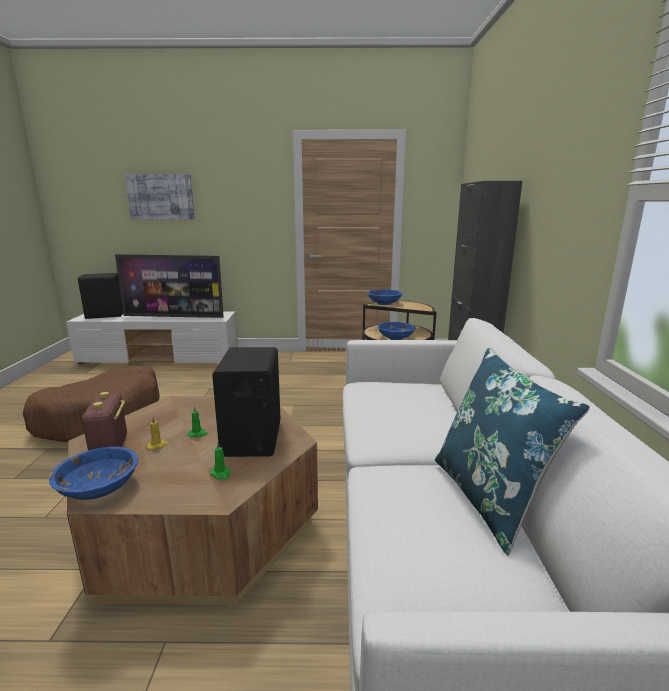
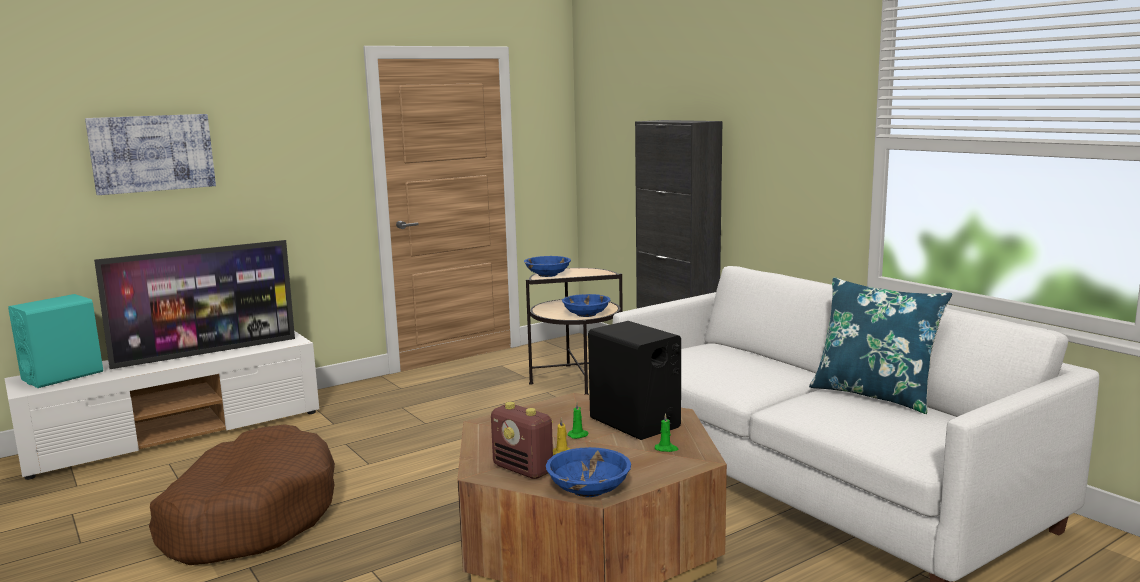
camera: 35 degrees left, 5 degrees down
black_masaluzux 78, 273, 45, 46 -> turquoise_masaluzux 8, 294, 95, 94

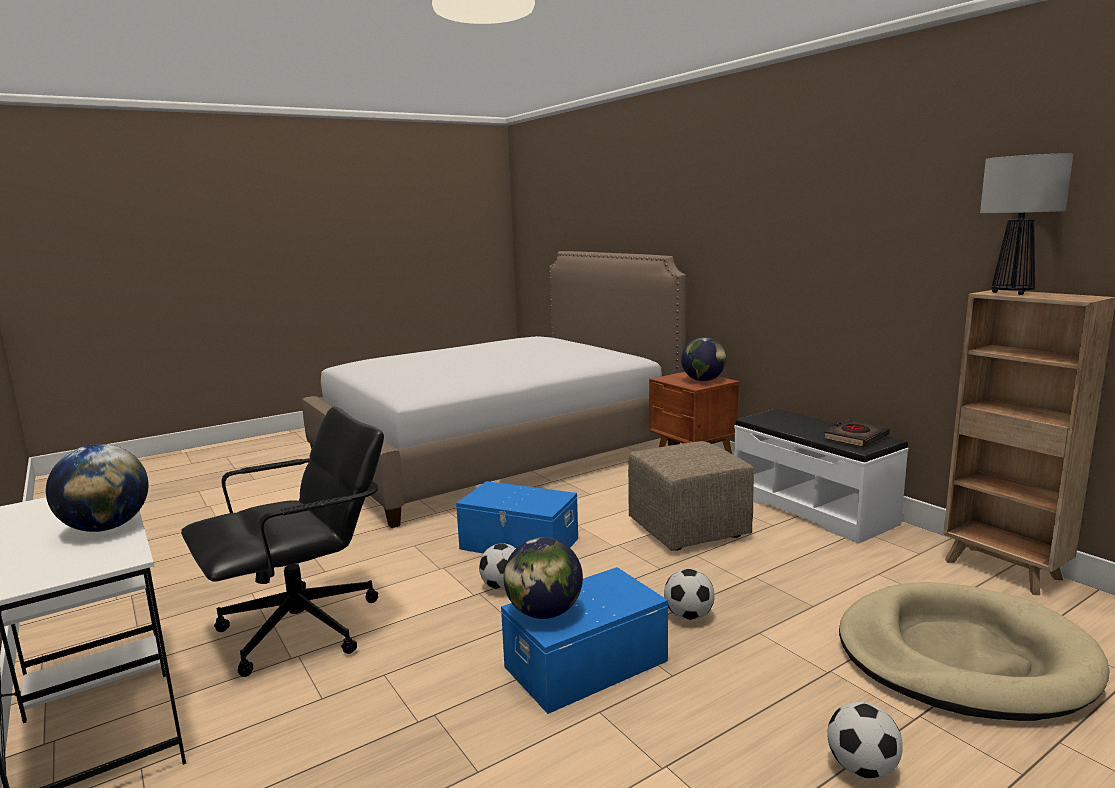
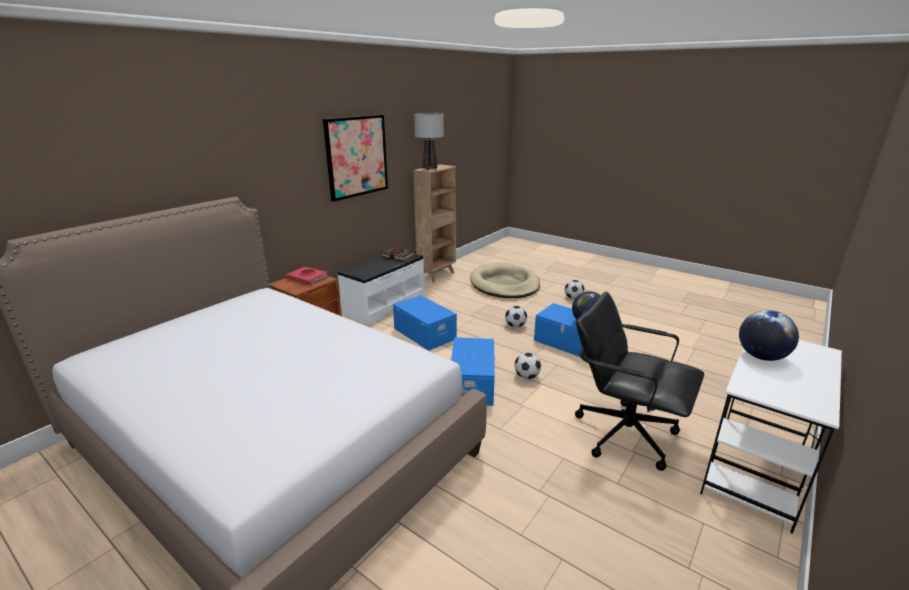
camera: 110 degrees left, 10 degrees up
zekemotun 681, 337, 45, 44 -> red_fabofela 286, 267, 42, 18
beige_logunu 628, 441, 126, 110 -> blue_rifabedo 393, 295, 64, 56
none -> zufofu 323, 115, 65, 87

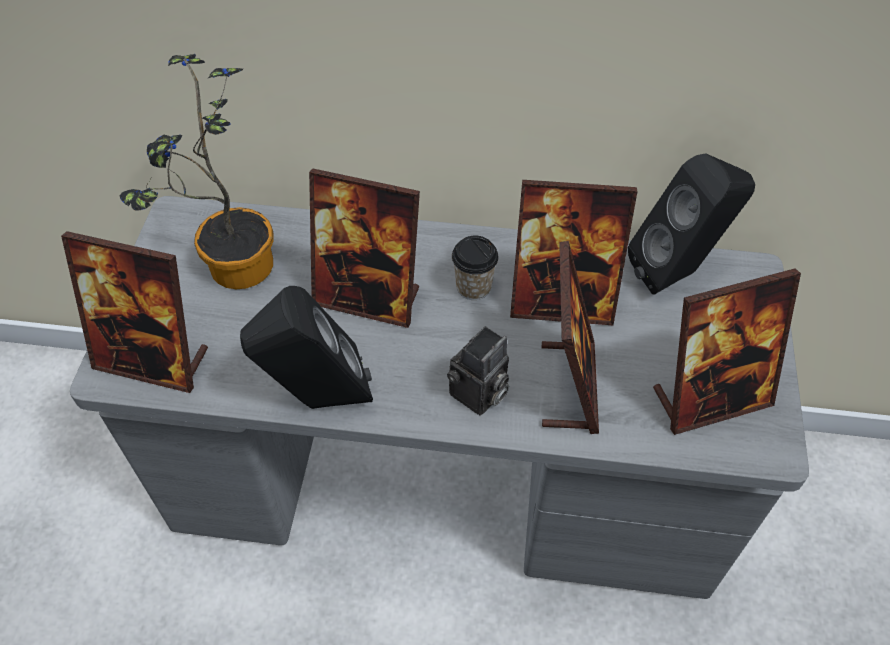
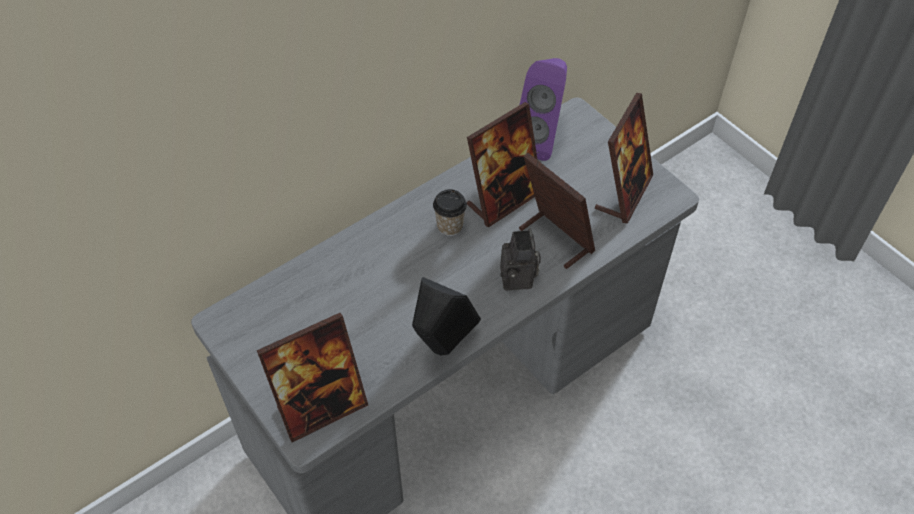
camera: 45 degrees left, 0 degrees up
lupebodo 120, 54, 154, 235 -> none
black_masaluzux 628, 153, 127, 141 -> purple_masaluzux 520, 58, 47, 103
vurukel 309, 168, 111, 160 -> none

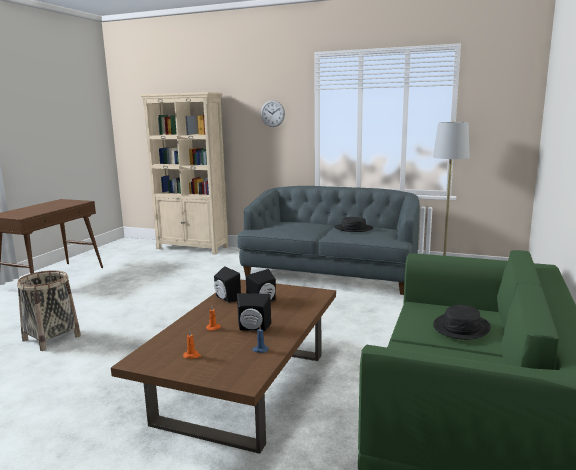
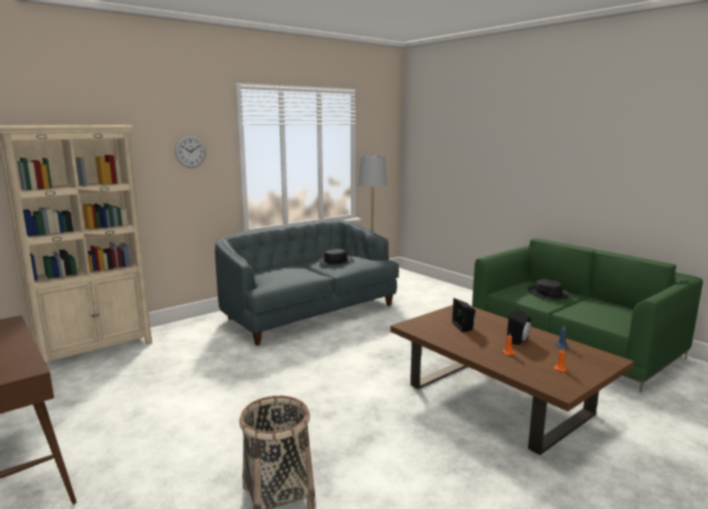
camera: 60 degrees left, 0 degrees up
black_masaluzux 214, 266, 27, 37 -> none

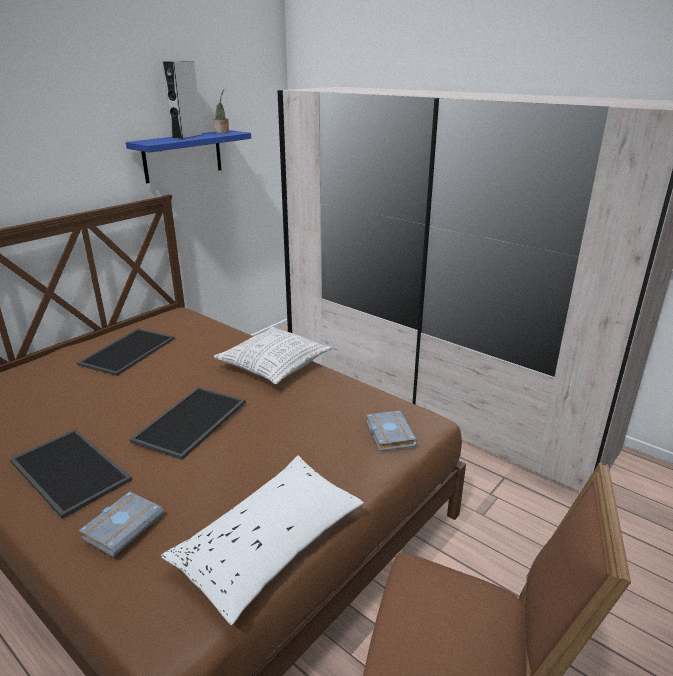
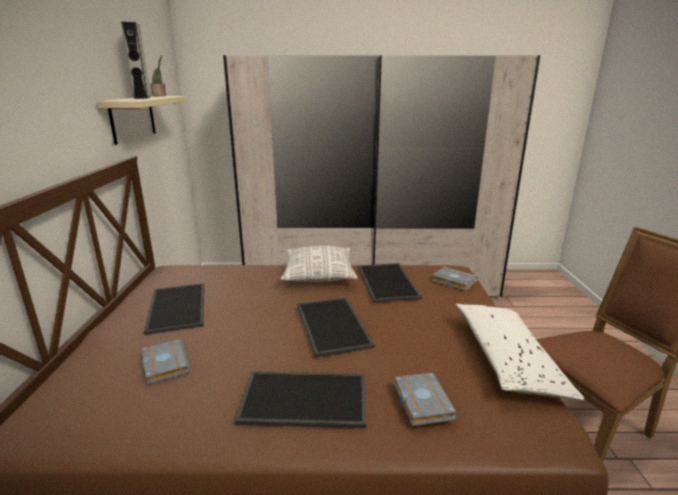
camera: 40 degrees left, 5 degrees down
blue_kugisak 126, 130, 125, 53 -> beige_kugisak 98, 96, 88, 49
none -> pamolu 358, 263, 64, 40
none -> grey_fabofela 142, 339, 48, 46

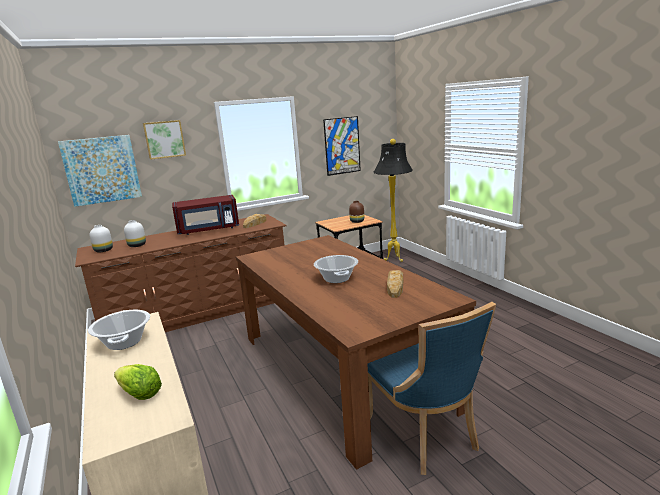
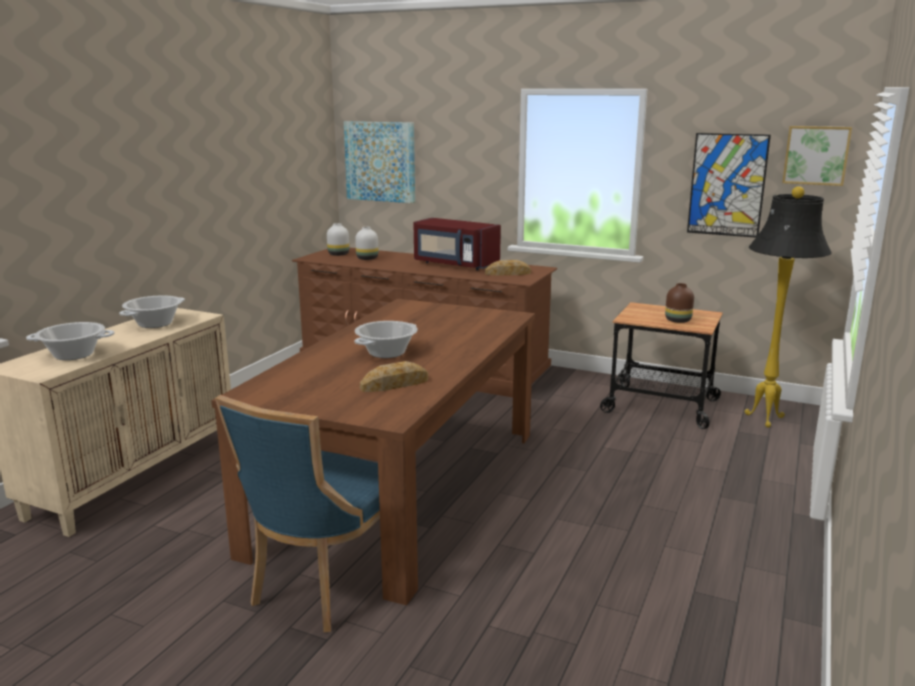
camera: 50 degrees right, 0 degrees up
zufofu 143, 120, 43, 40 -> zufofu 782, 126, 70, 60, moved
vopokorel 114, 364, 48, 36 -> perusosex 26, 322, 88, 38

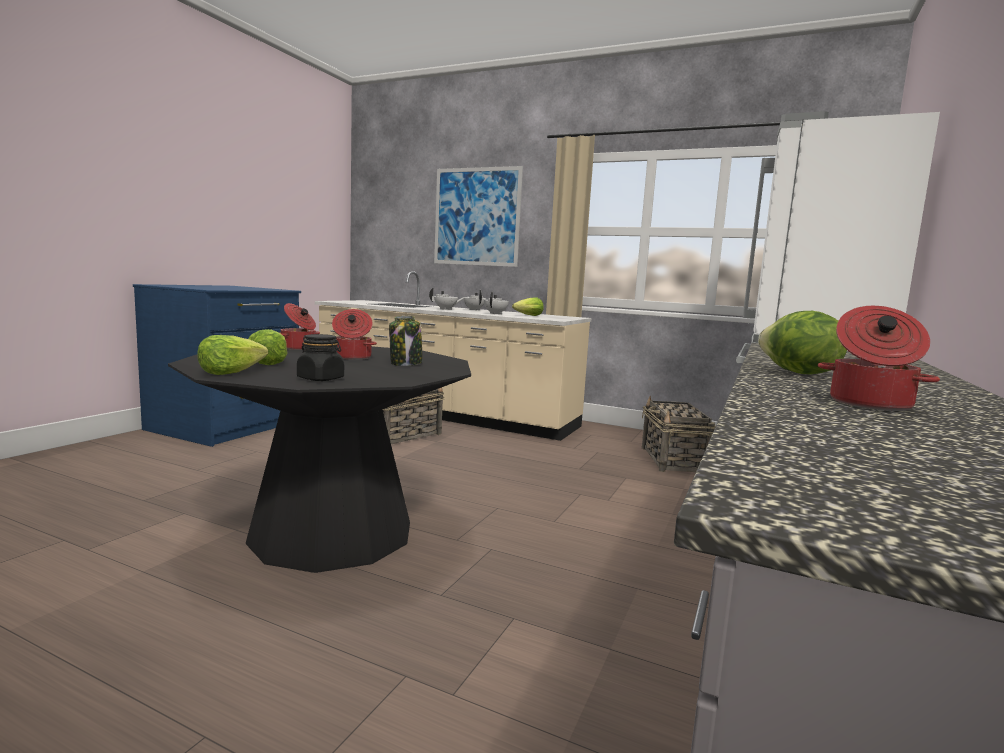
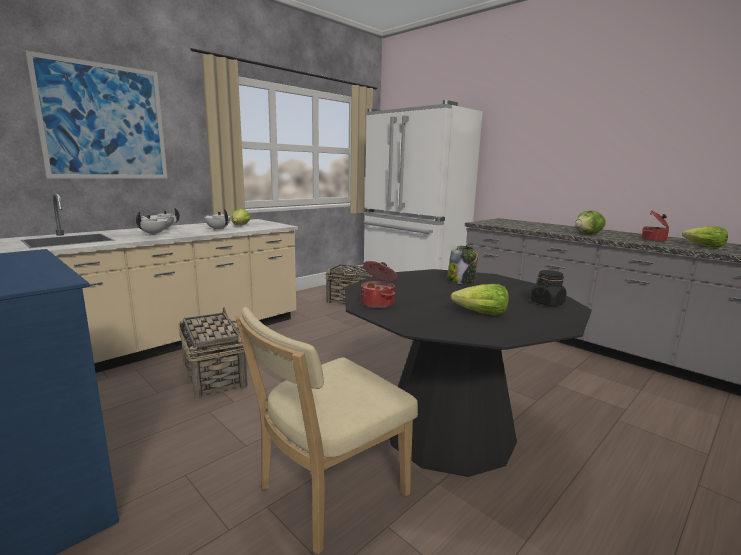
camera: 70 degrees left, 5 degrees up
perusosex 332, 309, 45, 51 -> none
vopokorel 197, 335, 71, 40 -> vopokorel 682, 227, 46, 21, moved
none -> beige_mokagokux 235, 307, 183, 248

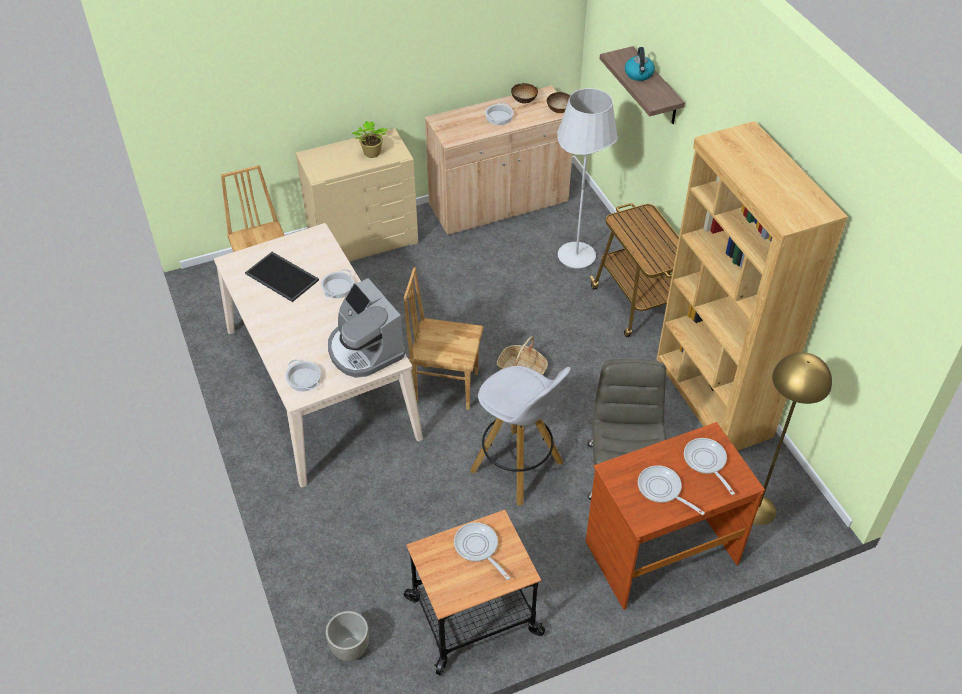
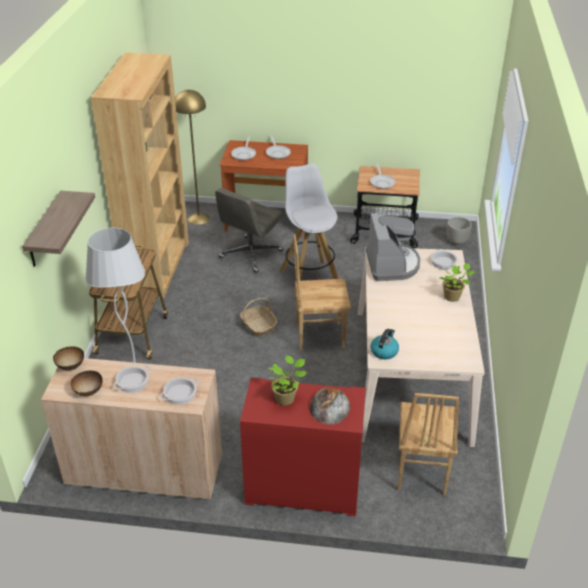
camera: 150 degrees left, 10 degrees down
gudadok 625, 47, 30, 34 -> gudadok 371, 329, 28, 30, moved
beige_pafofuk 296, 128, 122, 133 -> red_pafofuk 240, 377, 126, 139
pamolu 245, 252, 74, 50 -> none
brown_mokagokux 404, 268, 79, 142 -> brown_mokagokux 294, 234, 57, 117, 135 degrees clockwise
perusosex 321, 269, 33, 30 -> perusosex 160, 377, 39, 28, moved
none -> lupebodo 439, 263, 36, 39
none -> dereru 310, 388, 40, 37

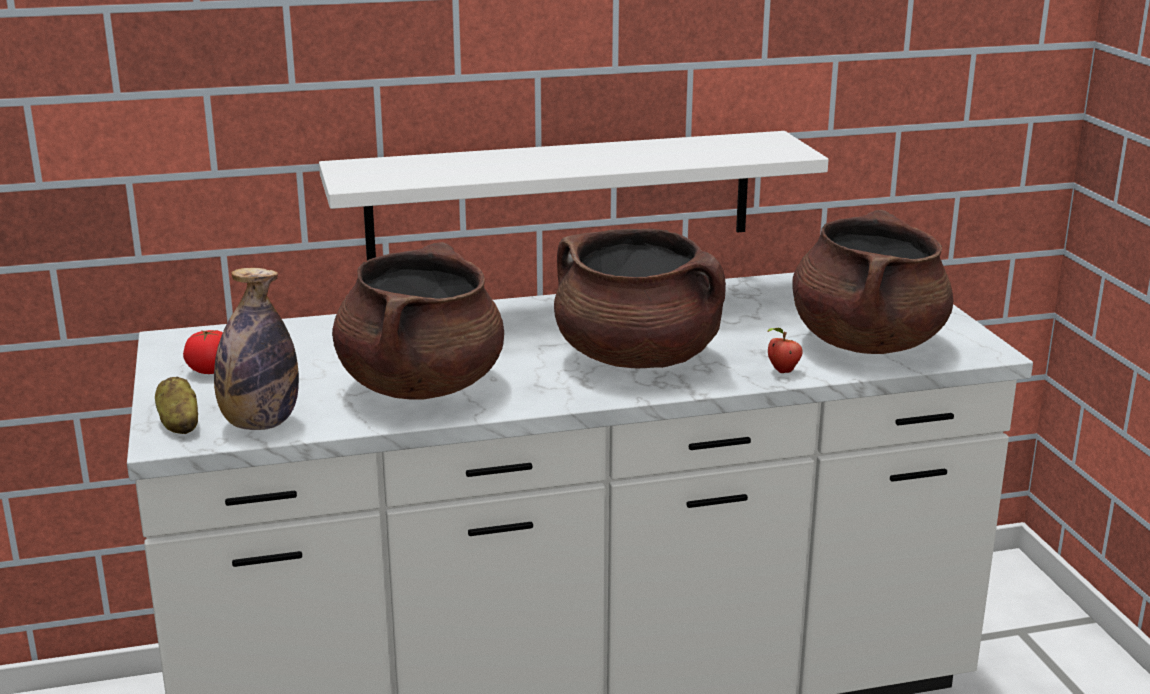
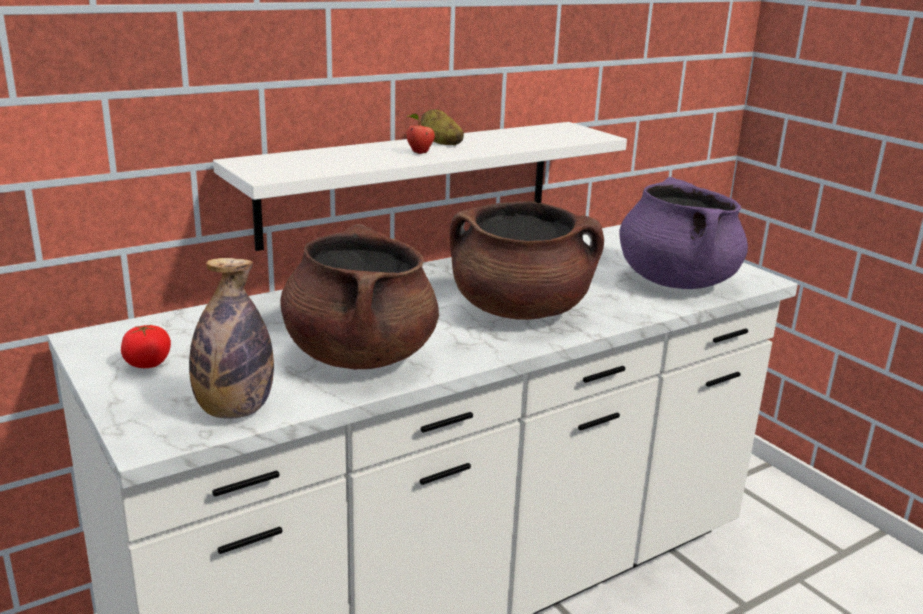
camera: 20 degrees left, 0 degrees up
brown_perusosex 792, 210, 161, 144 -> purple_perusosex 620, 177, 128, 112
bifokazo 767, 328, 36, 45 -> bifokazo 406, 114, 29, 40, moved
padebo 155, 377, 43, 57 -> padebo 421, 109, 43, 36, moved

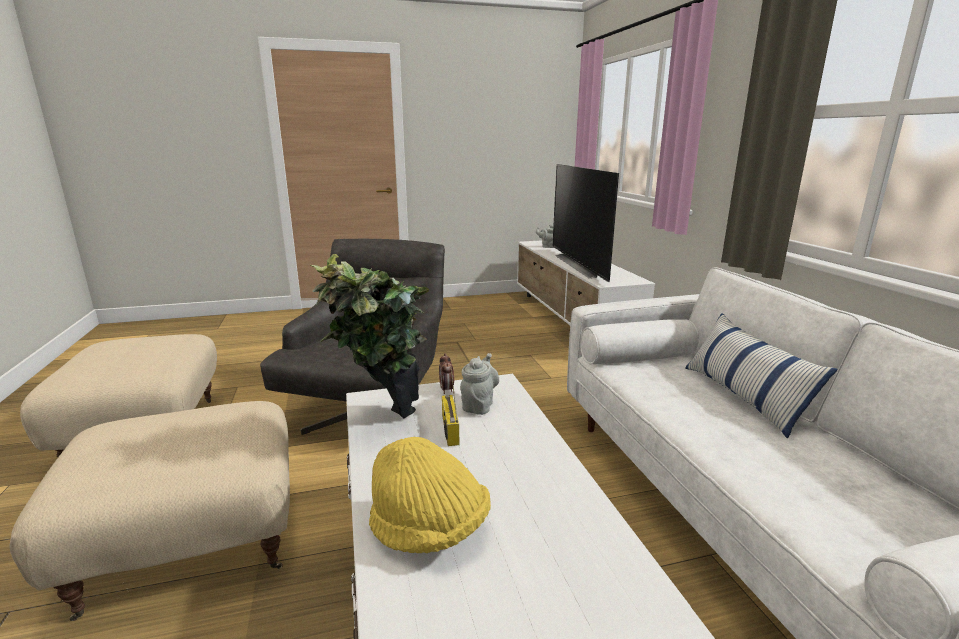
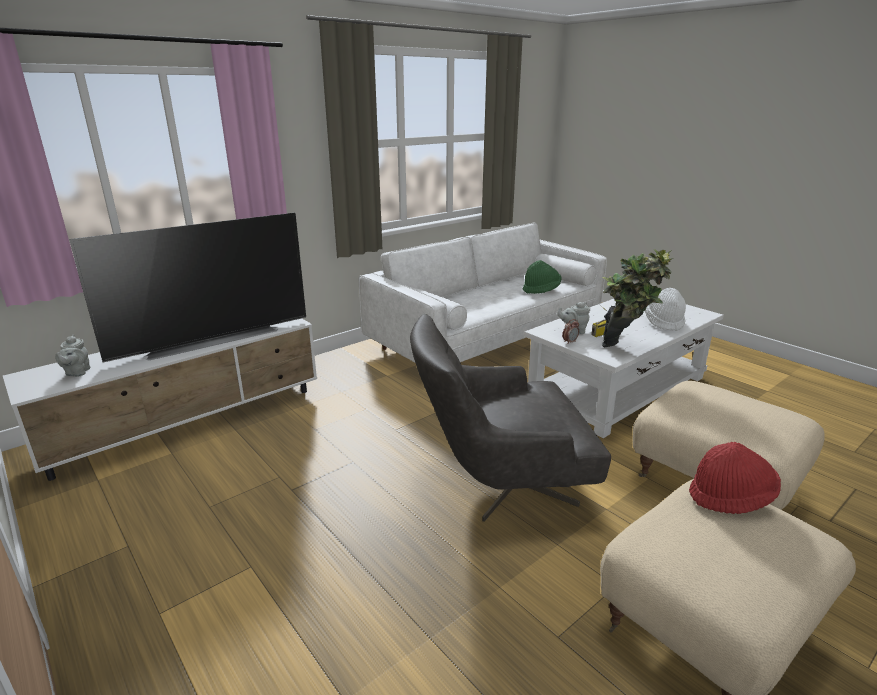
camera: 115 degrees left, 5 degrees up
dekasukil 685, 313, 152, 125 -> none
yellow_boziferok 369, 437, 122, 116 -> white_boziferok 645, 288, 41, 43
none -> green_boziferok 523, 260, 38, 34
none -> red_boziferok 689, 442, 92, 72

